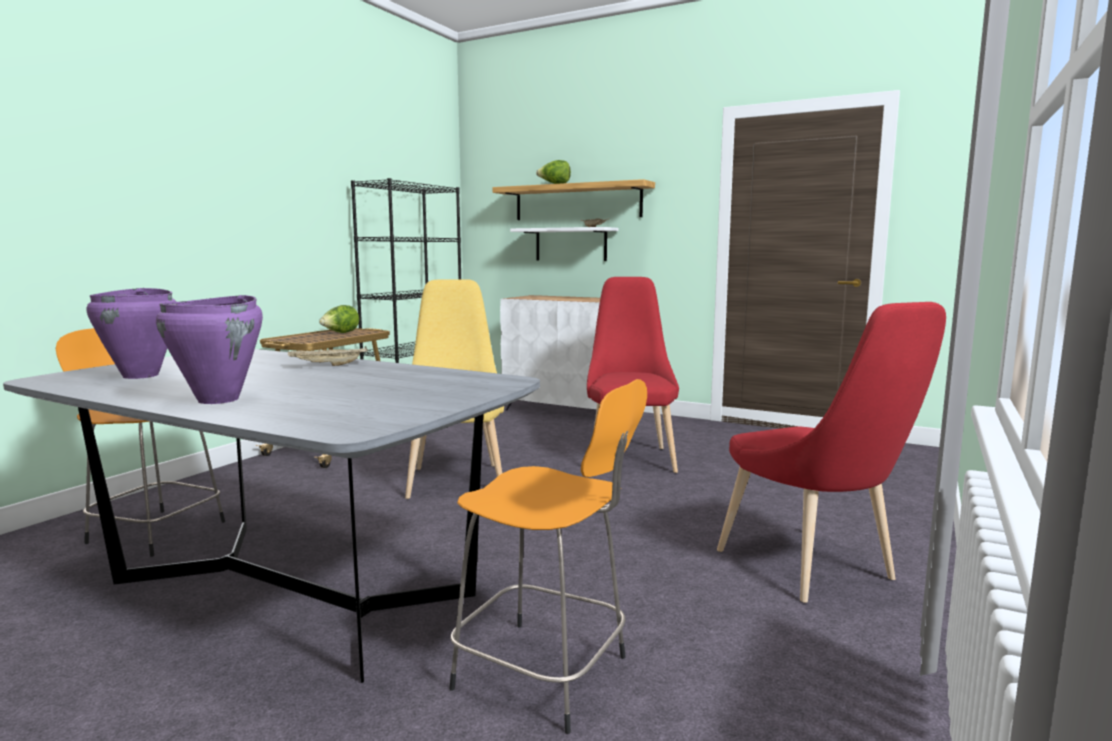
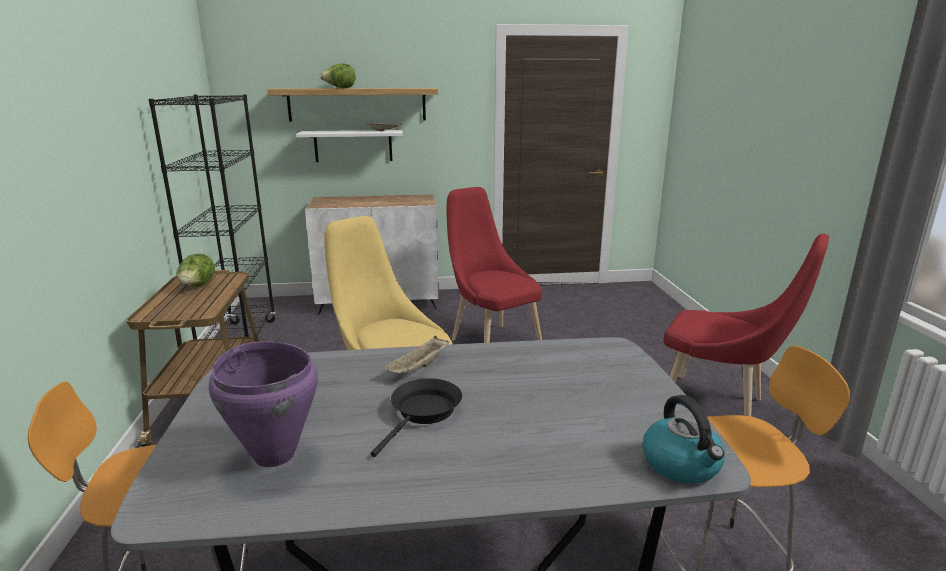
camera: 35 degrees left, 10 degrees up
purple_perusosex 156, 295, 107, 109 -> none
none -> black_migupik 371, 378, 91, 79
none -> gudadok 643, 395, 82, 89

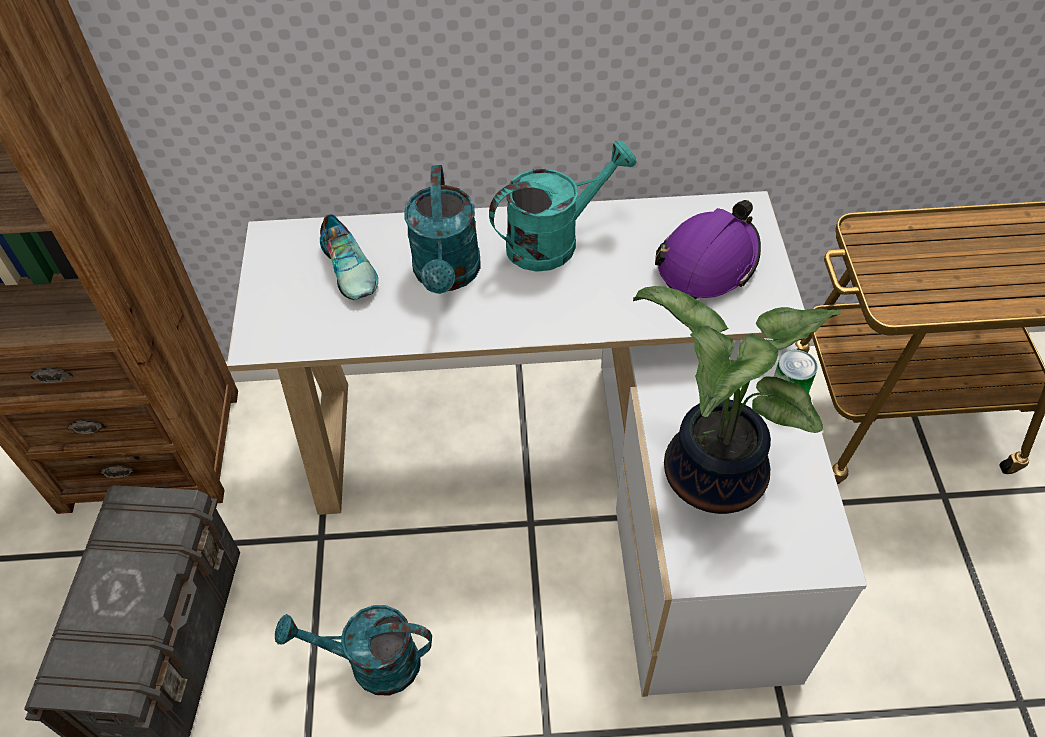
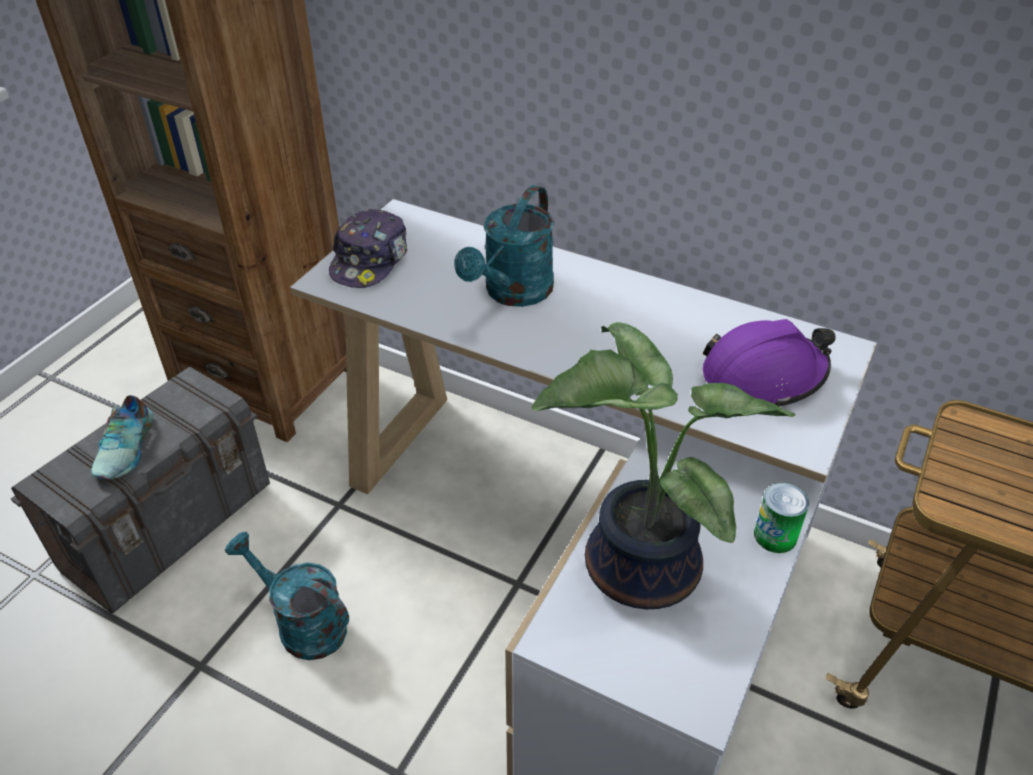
camera: 30 degrees right, 10 degrees down
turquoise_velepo 489, 141, 147, 131 -> none
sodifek 320, 214, 58, 86 -> sodifek 91, 395, 63, 84, moved
none -> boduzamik 329, 209, 79, 79

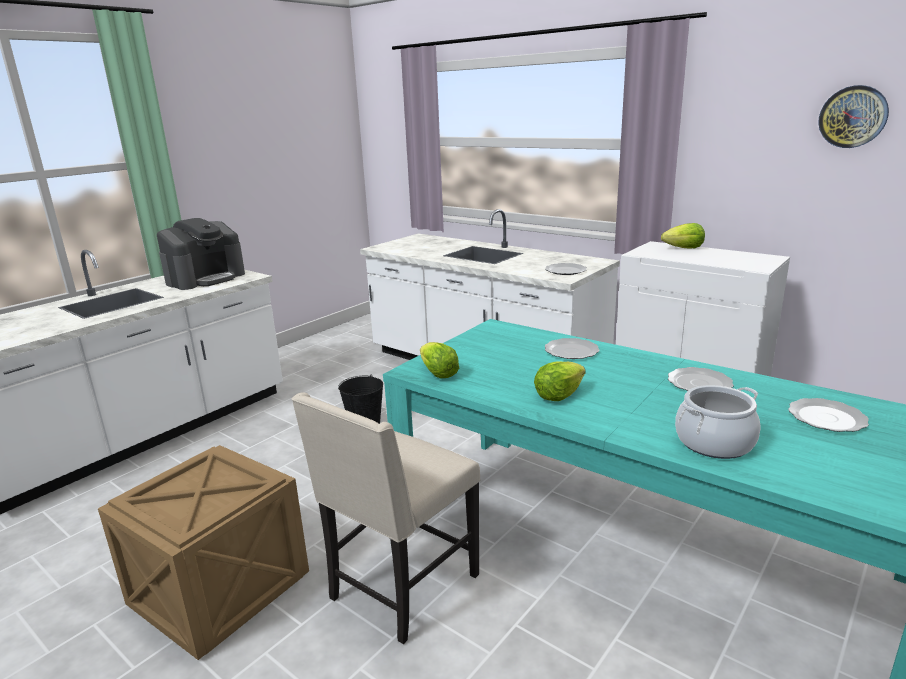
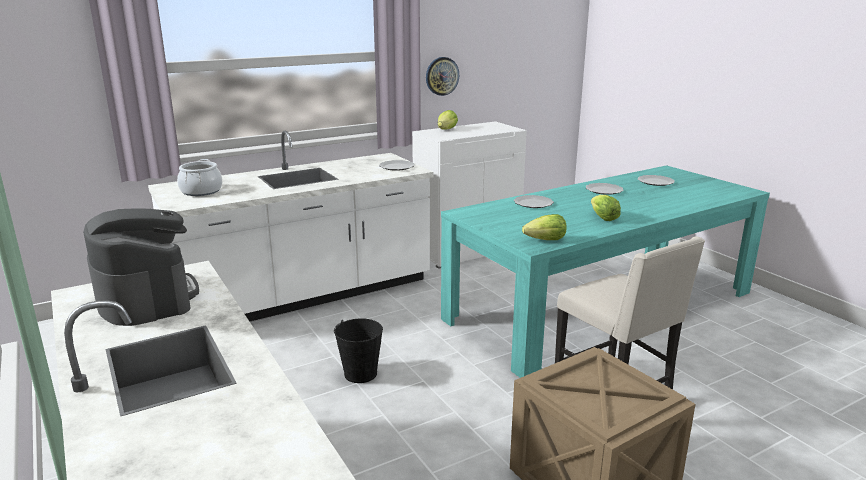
camera: 70 degrees left, 0 degrees up
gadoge 818, 85, 71, 63 -> gadoge 426, 57, 33, 39, moved
perusosex 675, 385, 85, 74 -> perusosex 177, 159, 45, 37, moved

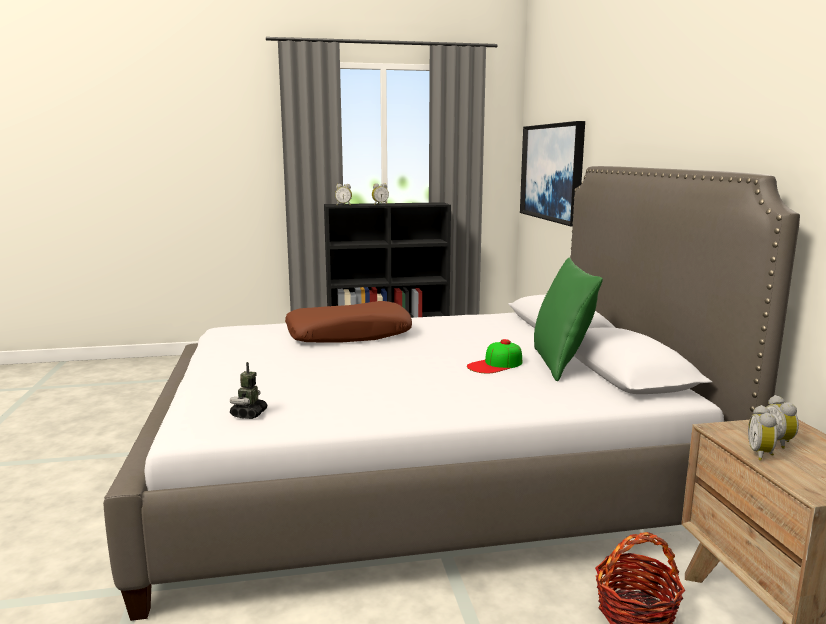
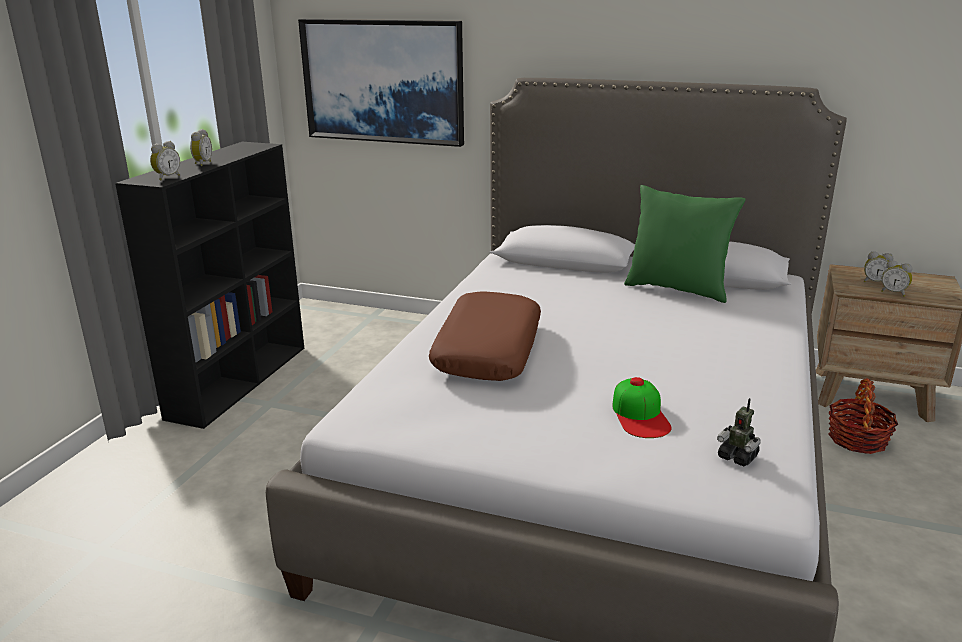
camera: 60 degrees left, 10 degrees up
boduzamik 467, 339, 55, 35 -> boduzamik 612, 377, 60, 61, moved

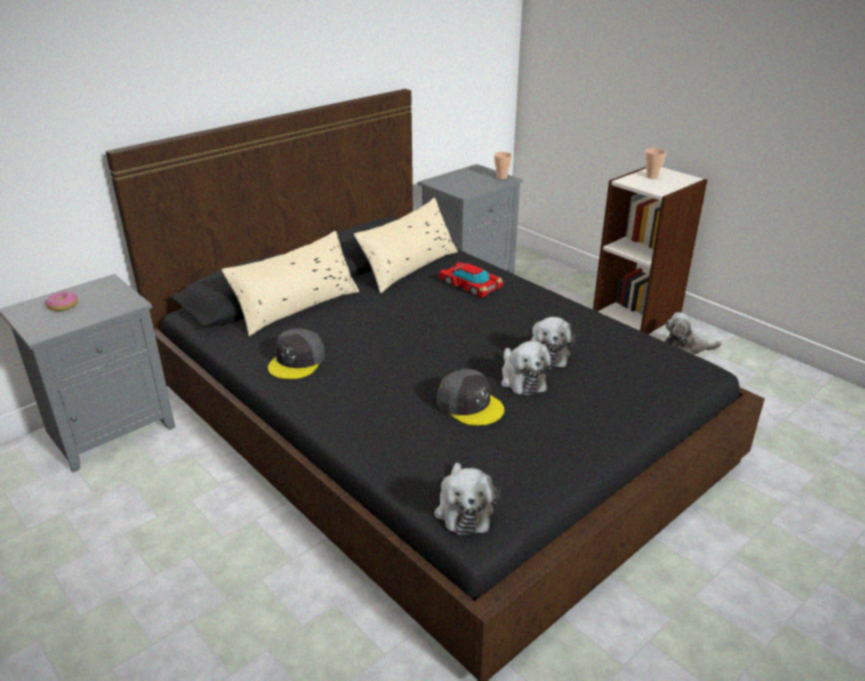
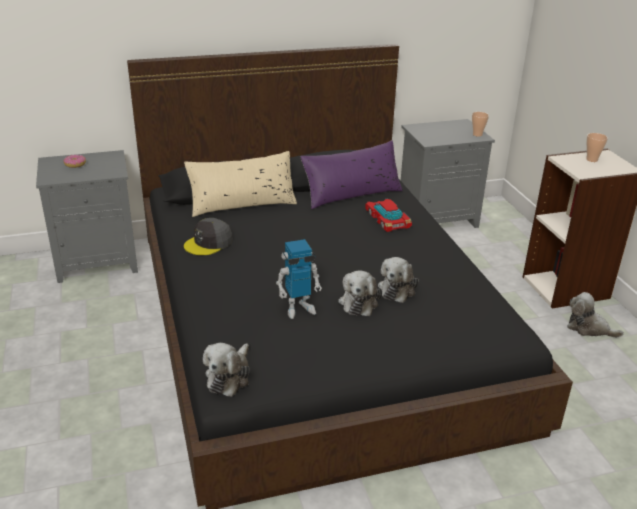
camera: 25 degrees right, 0 degrees up
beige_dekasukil 354, 198, 104, 96 -> purple_dekasukil 300, 140, 103, 69
grey_boduzamik 437, 369, 67, 57 -> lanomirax 276, 239, 46, 80

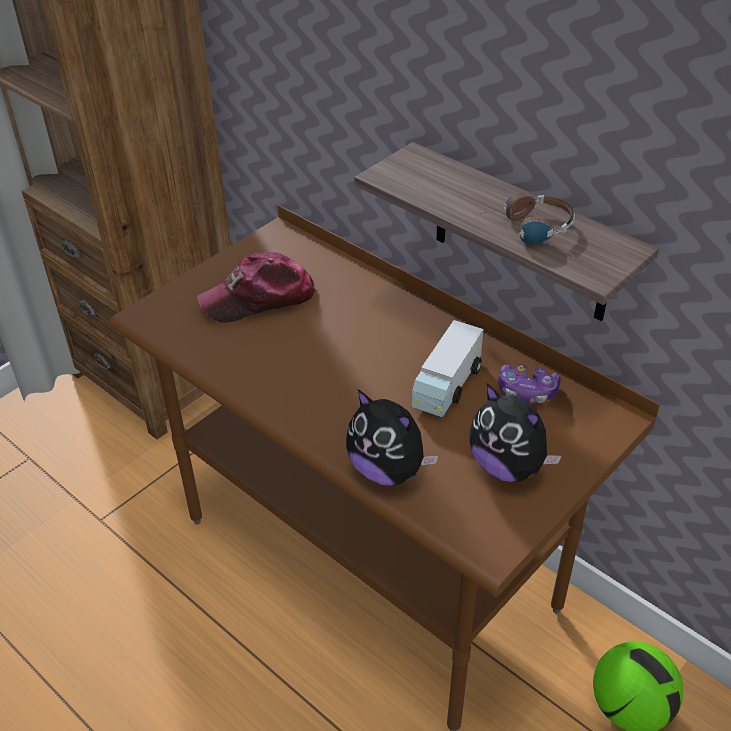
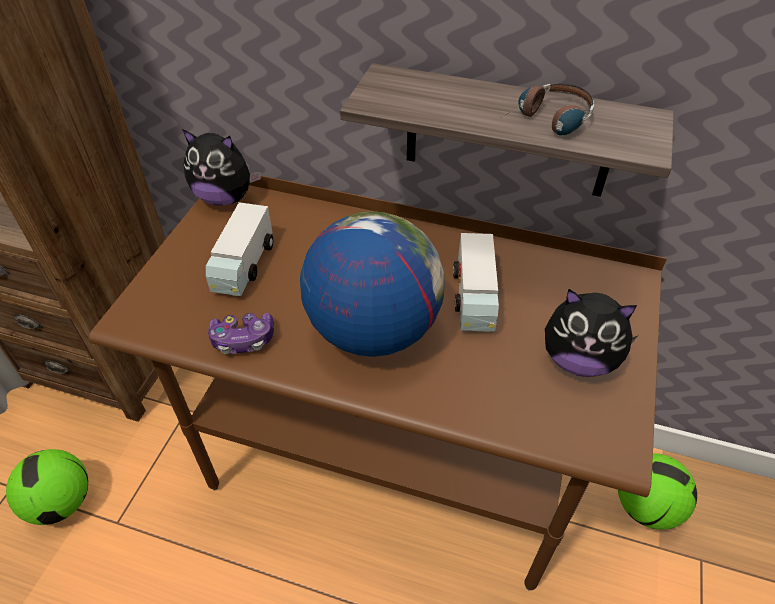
camera: 25 degrees left, 5 degrees up
boduzamik 197, 252, 119, 71 -> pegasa 206, 202, 67, 94
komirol 498, 364, 62, 39 -> komirol 208, 313, 66, 41, moved
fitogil 346, 389, 93, 97 -> fitogil 182, 129, 79, 77, moved
none -> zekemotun 300, 211, 145, 146
none -> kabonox 6, 449, 82, 76

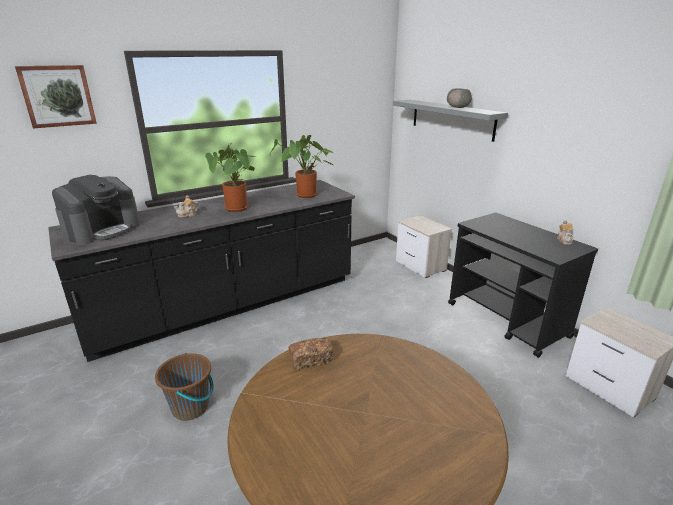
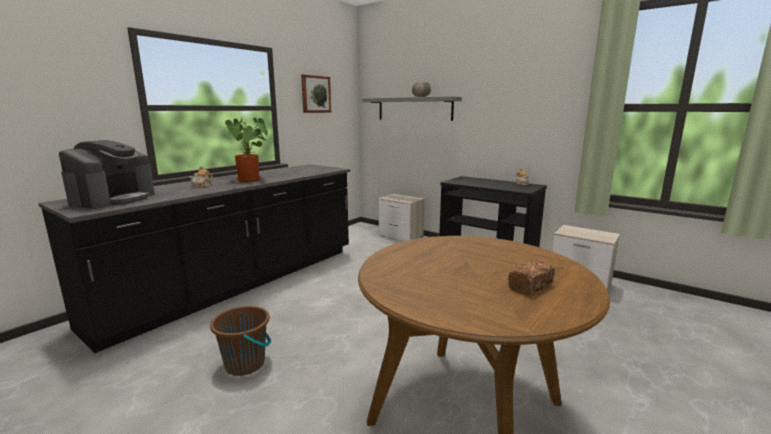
camera: 20 degrees left, 10 degrees down
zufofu 15, 65, 82, 63 -> zufofu 301, 74, 30, 39, moved
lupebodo 270, 135, 64, 63 -> none
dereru 288, 338, 45, 32 -> dereru 508, 260, 47, 35, moved

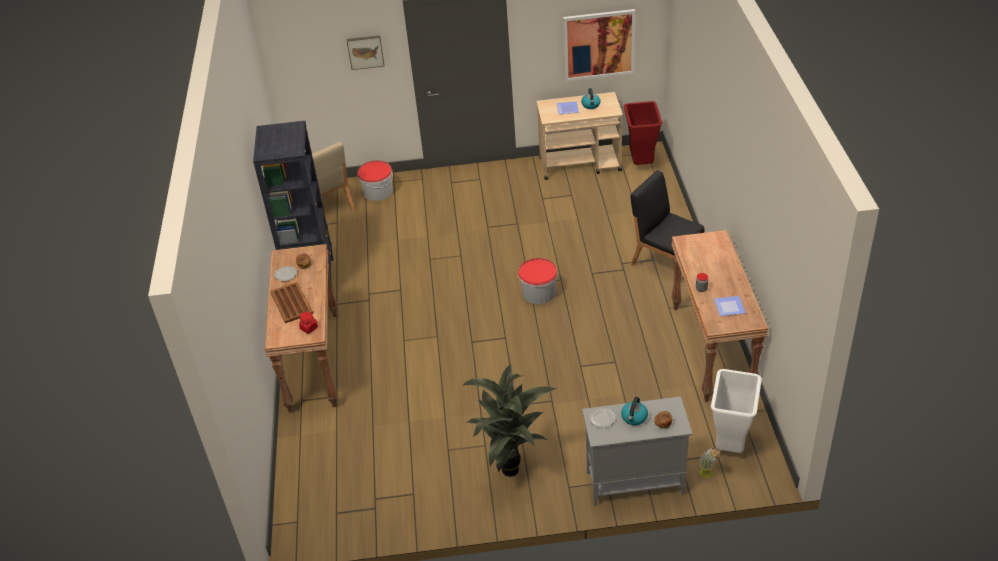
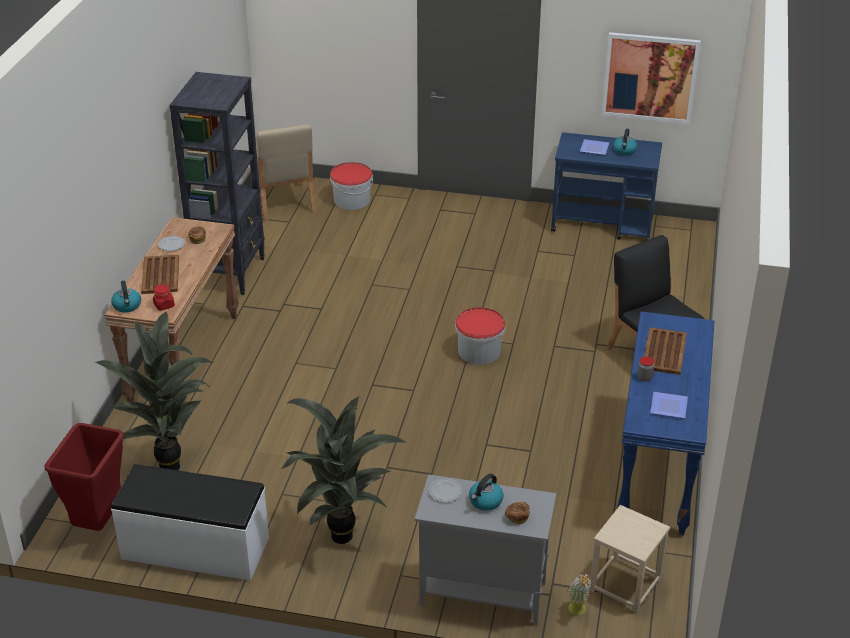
camera: 15 degrees right, 5 degrees down
zufofu 347, 35, 37, 35 -> none
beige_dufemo 536, 92, 87, 88 -> blue_dufemo 551, 132, 111, 109
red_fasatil 624, 101, 38, 64 -> red_fasatil 45, 423, 79, 108, moved
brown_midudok 671, 230, 98, 172 -> blue_midudok 617, 311, 97, 225
white_fasatil 711, 369, 51, 84 -> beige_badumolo 590, 505, 80, 108
none -> gudadok 111, 281, 30, 32
none -> lupebodo 95, 312, 119, 158
none -> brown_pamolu 644, 327, 43, 48
none -> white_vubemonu 111, 464, 158, 117

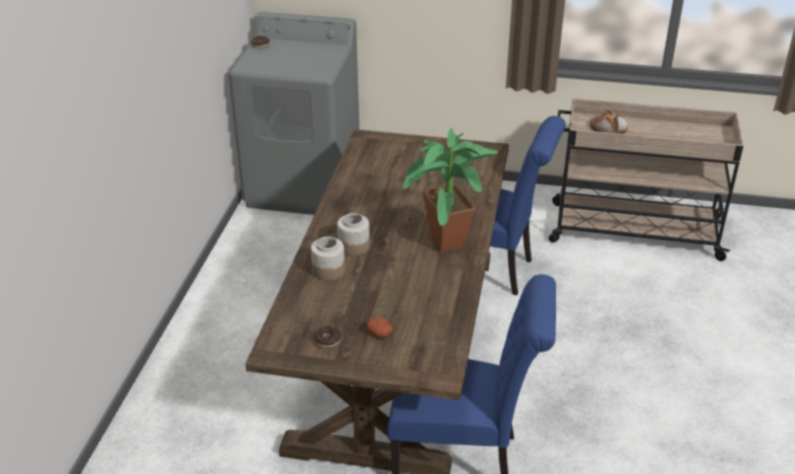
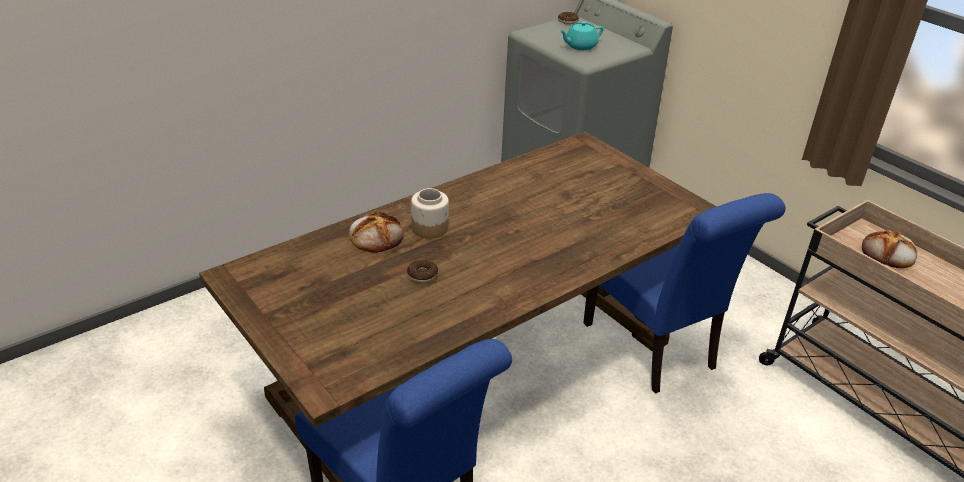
camera: 40 degrees right, 0 degrees up
lupebodo 403, 128, 95, 125 -> none
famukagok 311, 237, 34, 44 -> dereru 349, 212, 55, 41
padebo 367, 317, 26, 21 -> none
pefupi 313, 326, 28, 22 -> pefupi 407, 259, 31, 24, moved
none -> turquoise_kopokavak 560, 21, 43, 29

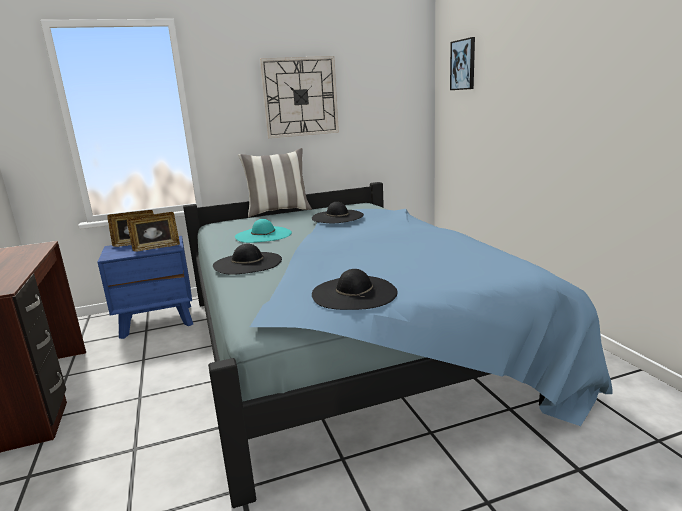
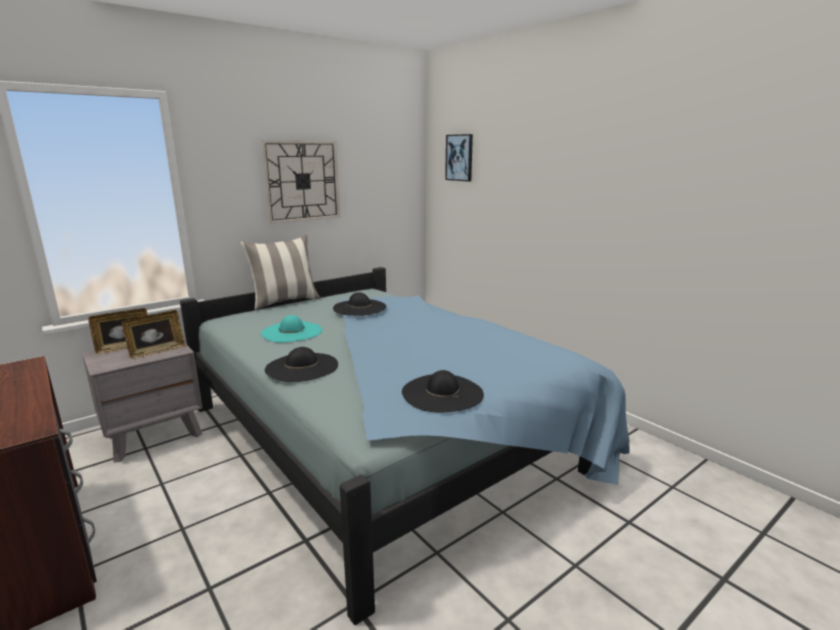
camera: 20 degrees left, 0 degrees up
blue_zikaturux 98, 236, 95, 103 -> grey_zikaturux 82, 343, 120, 119

